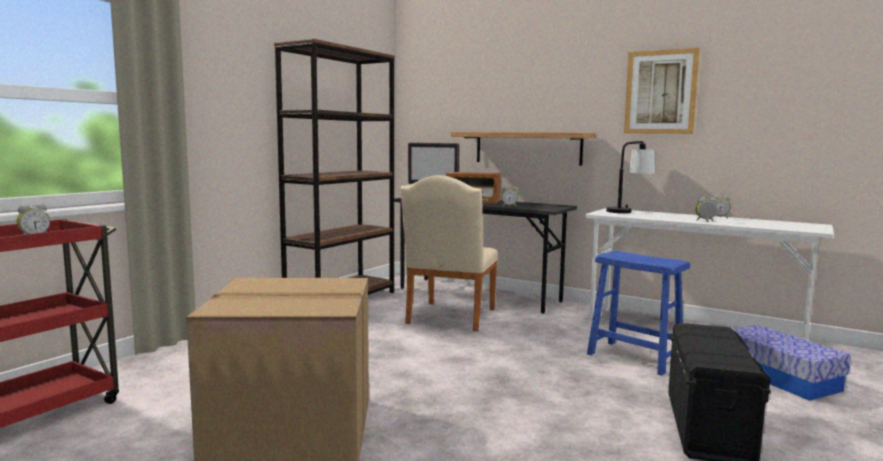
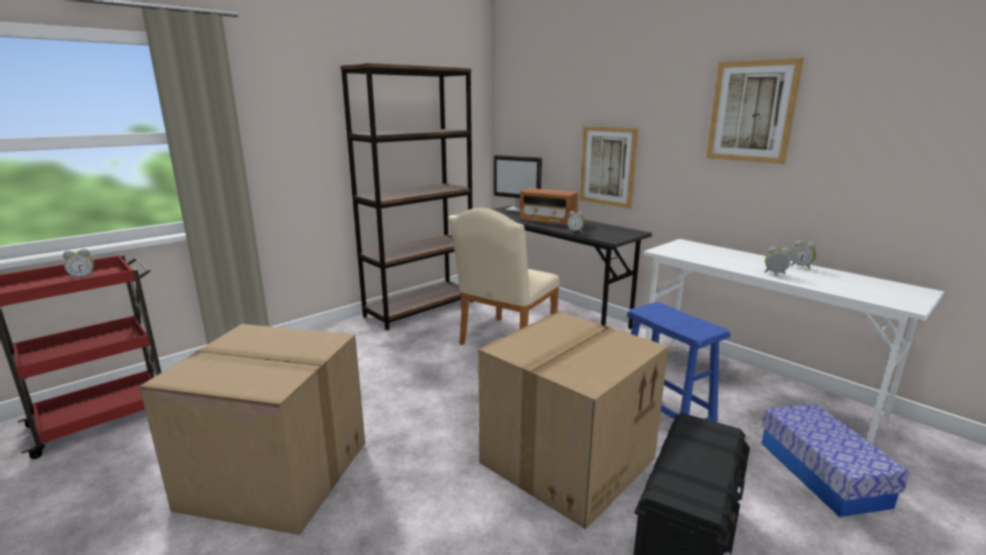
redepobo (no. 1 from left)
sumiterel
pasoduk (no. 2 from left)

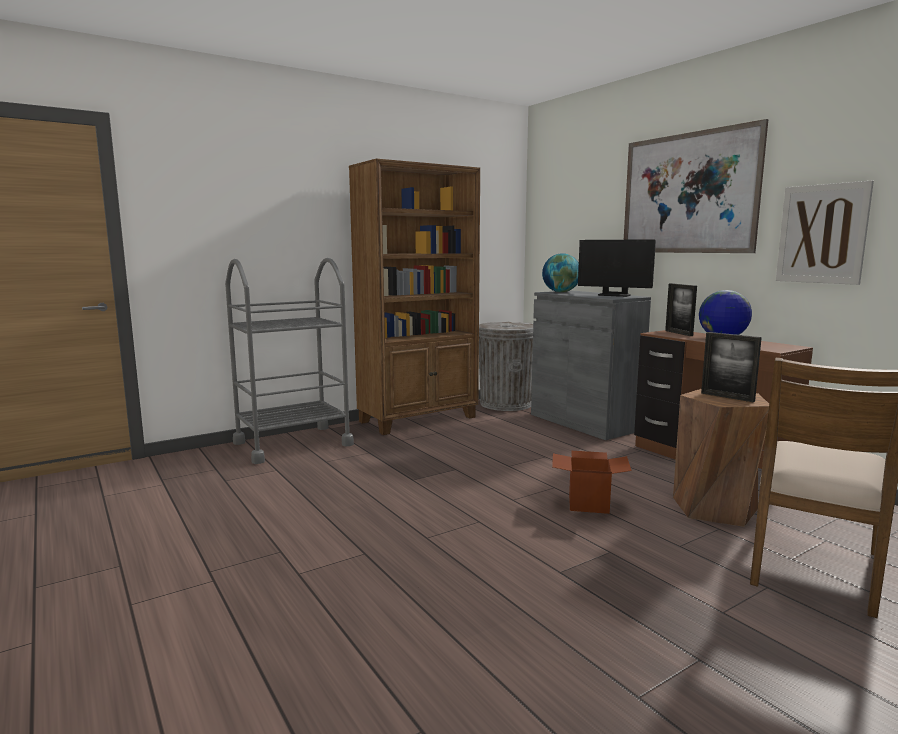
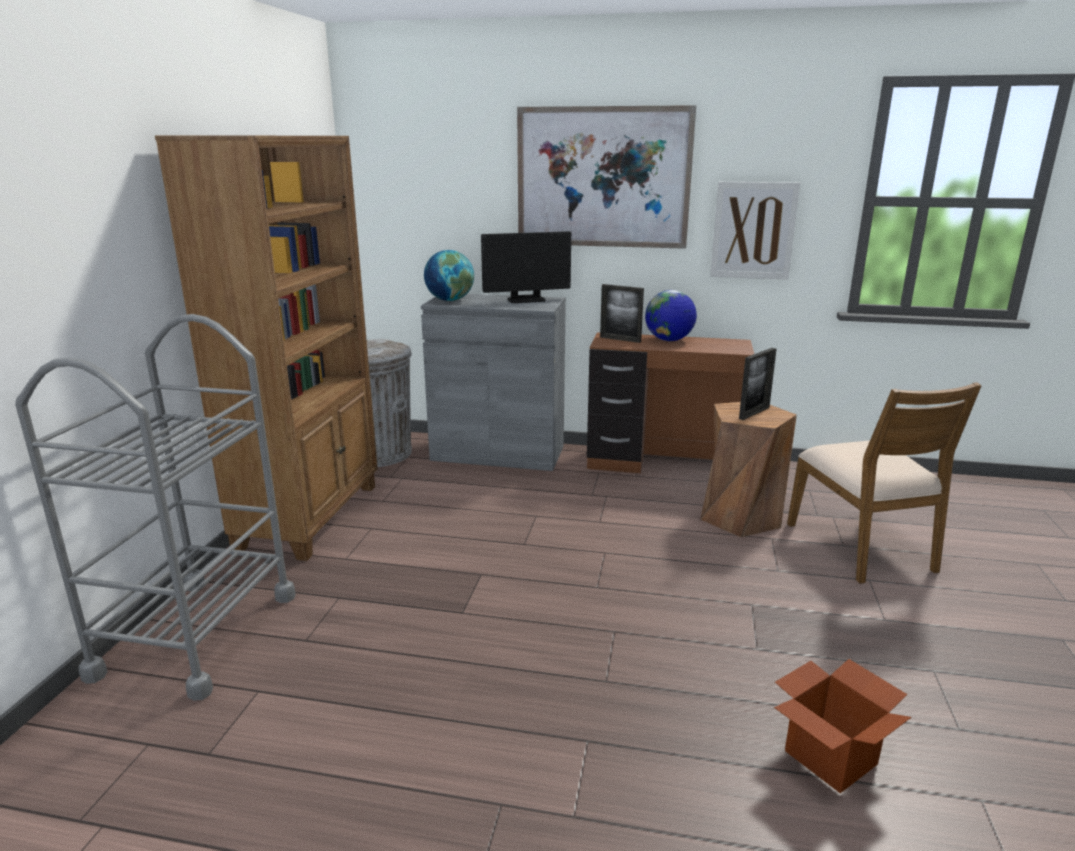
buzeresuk (no. 2 from left)
pasoduk

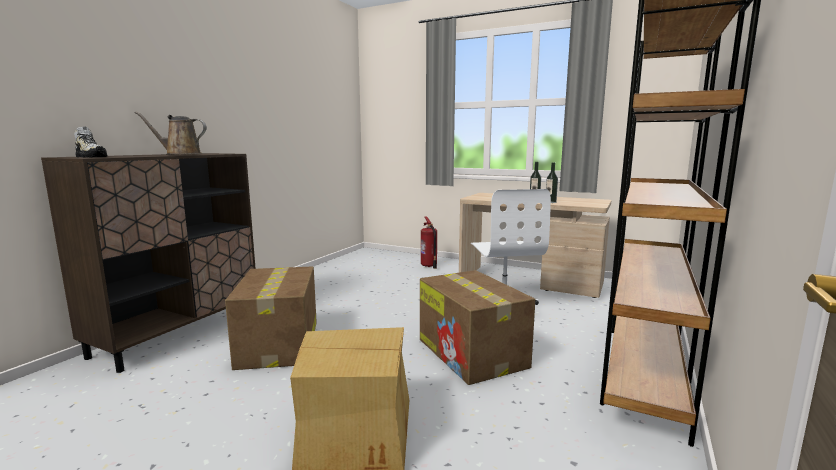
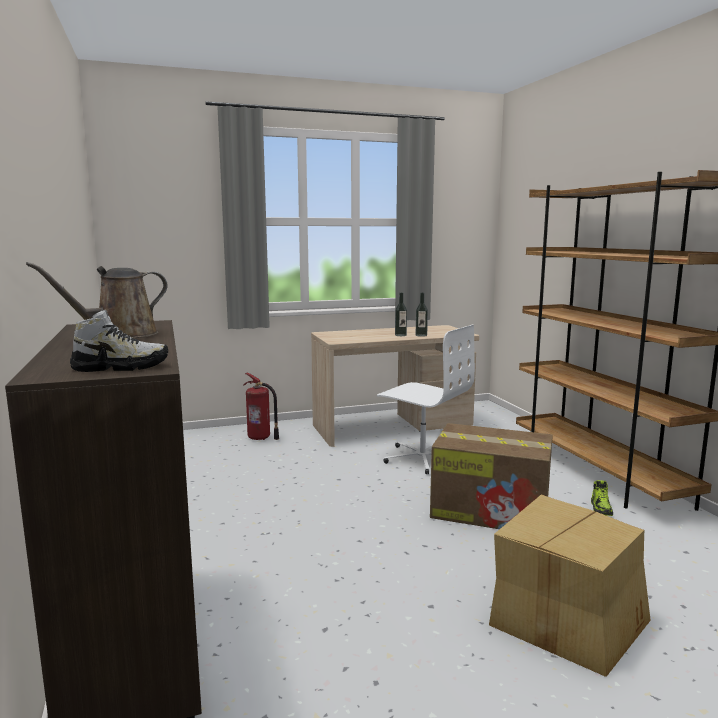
pasoduk (no. 1 from left in the first image)
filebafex (no. 2 from left)

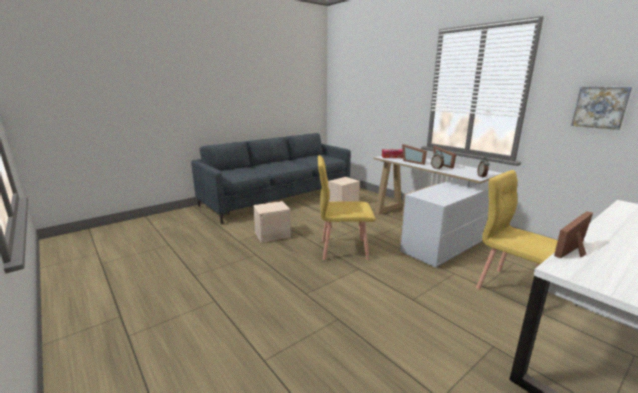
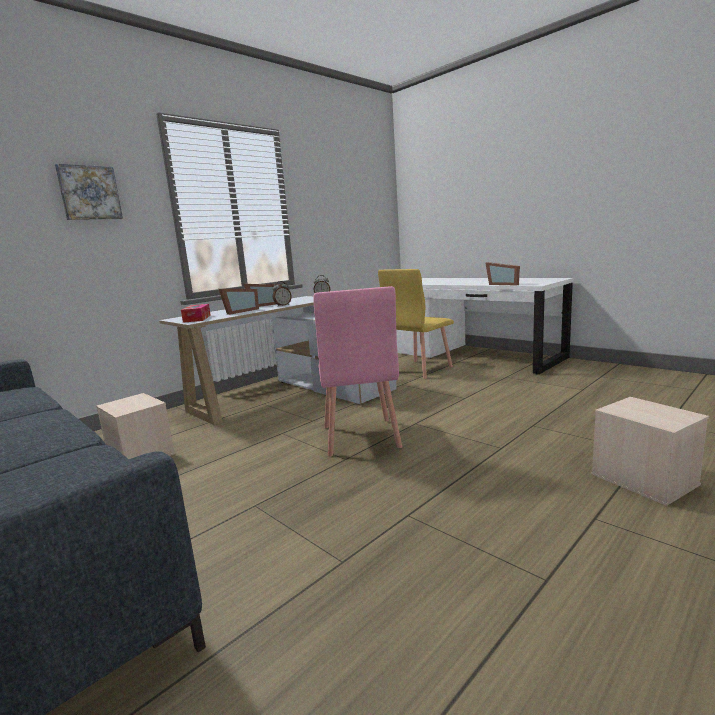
redepobo
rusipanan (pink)
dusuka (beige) (no. 2 from left)

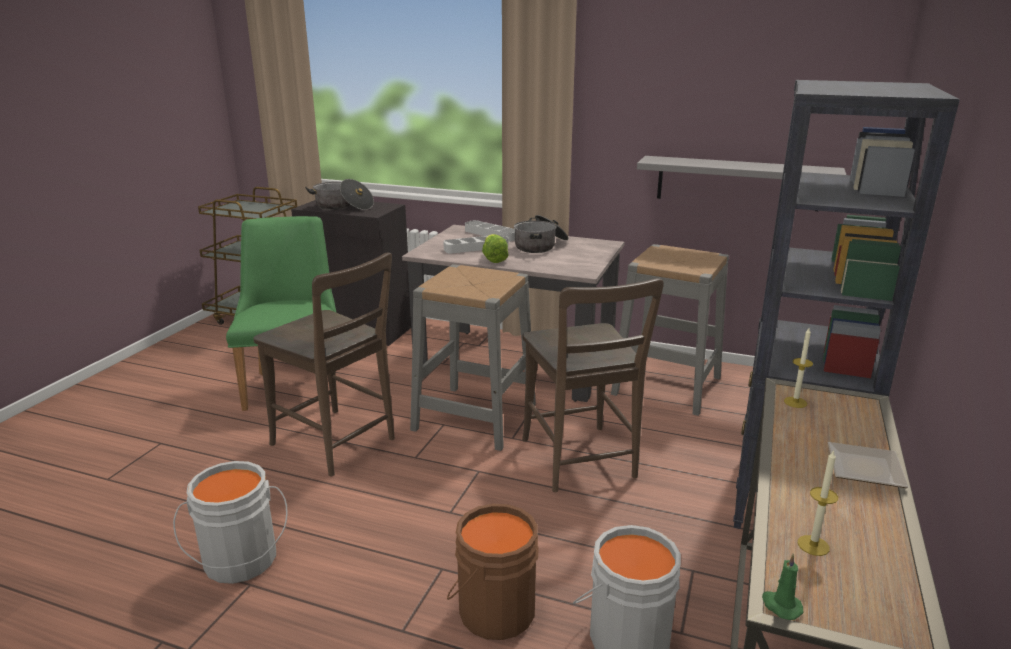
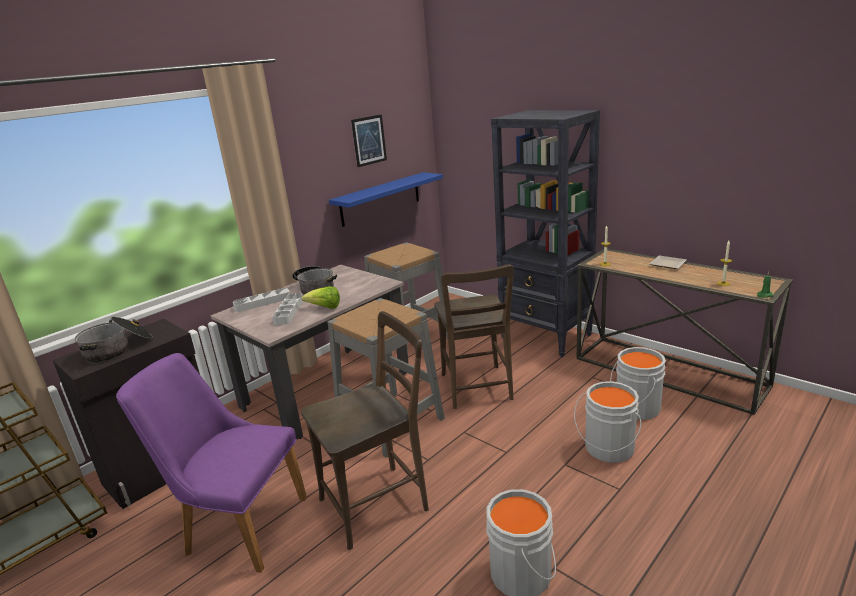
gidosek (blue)
rusipanan (purple)
rusipanan (brown) (no. 2 from left)
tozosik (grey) (no. 2 from left)
redepobo

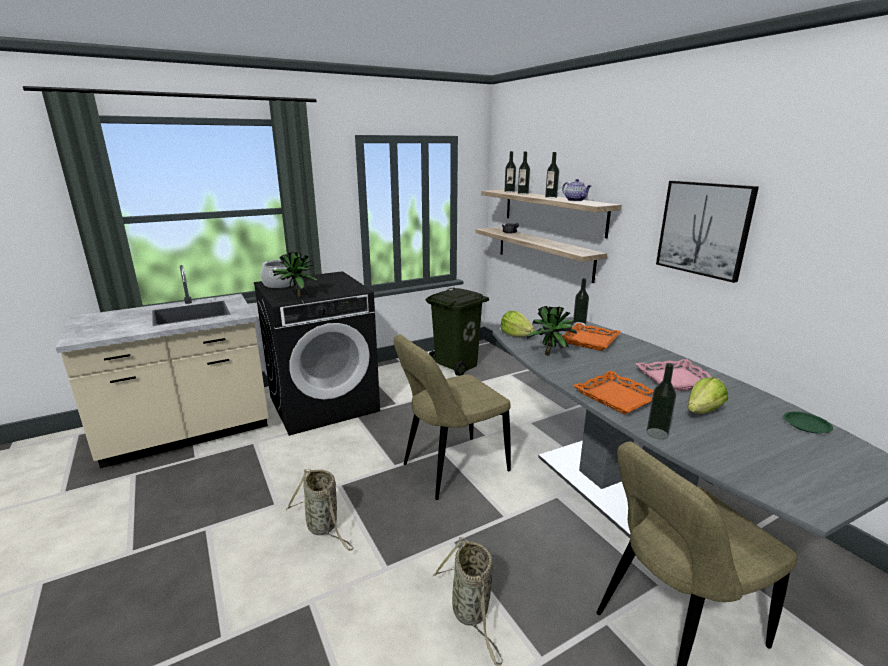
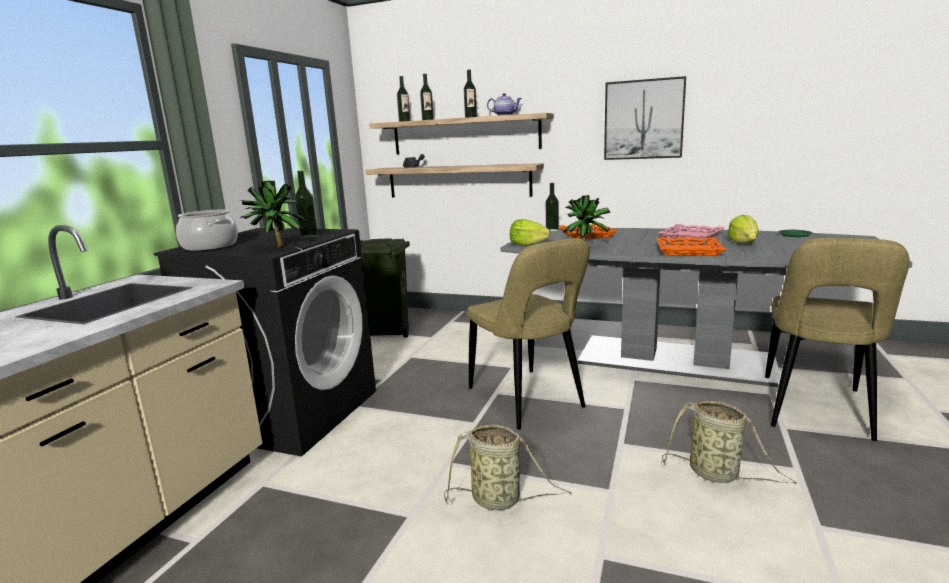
rusipanan (beige) (no. 1 from left)
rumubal (no. 1 from left)

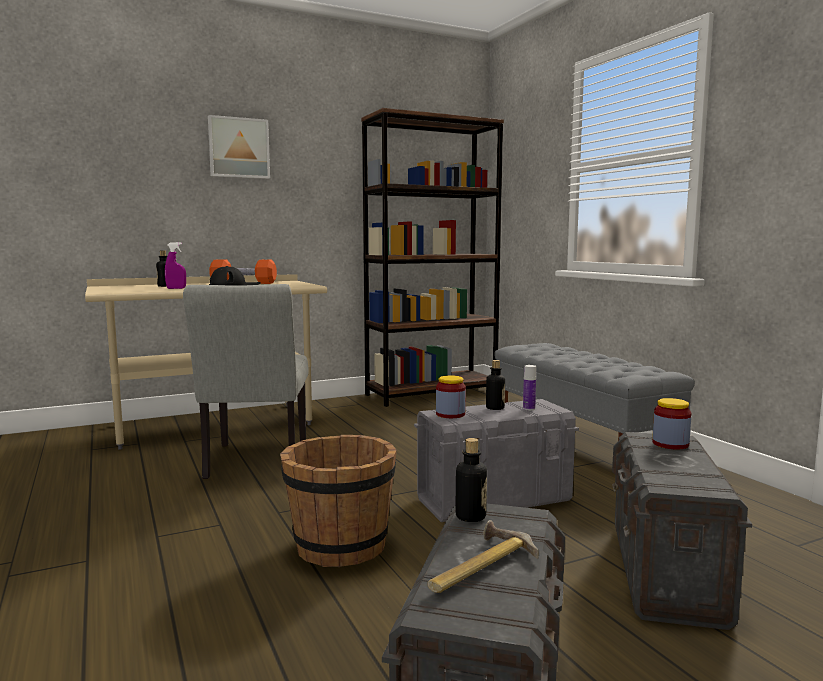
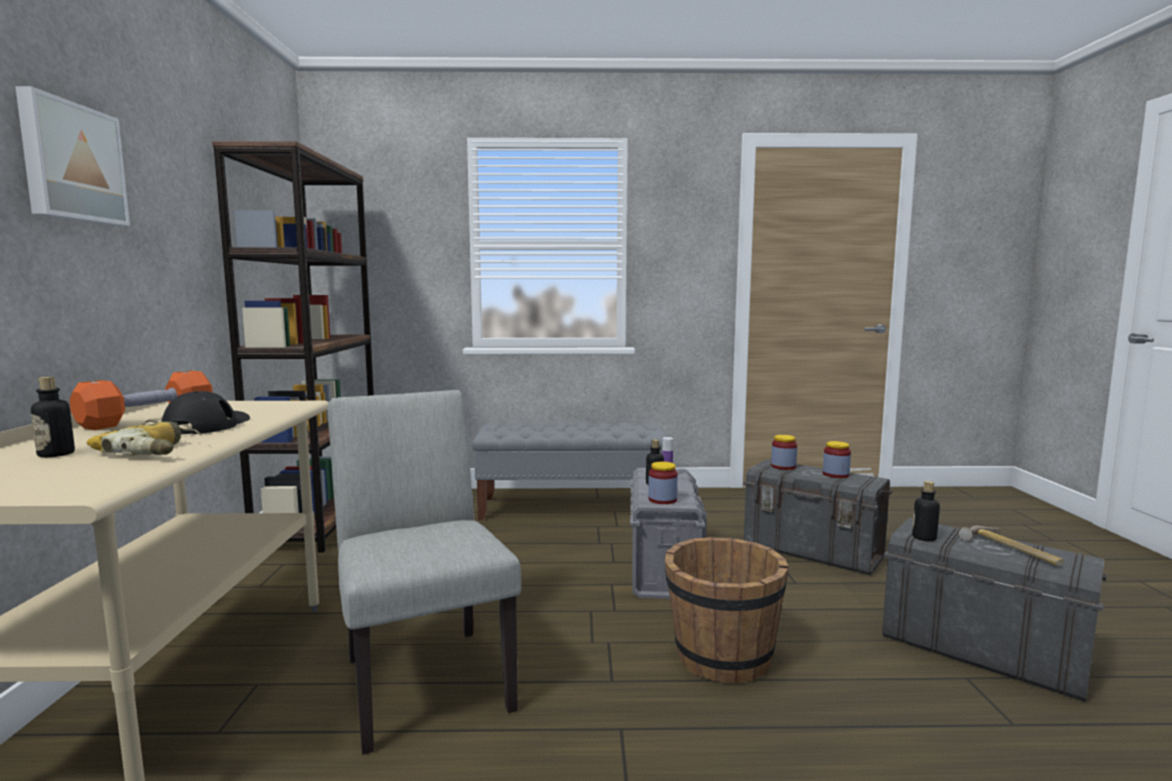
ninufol
rusipanan (grey)
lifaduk (no. 3 from left)

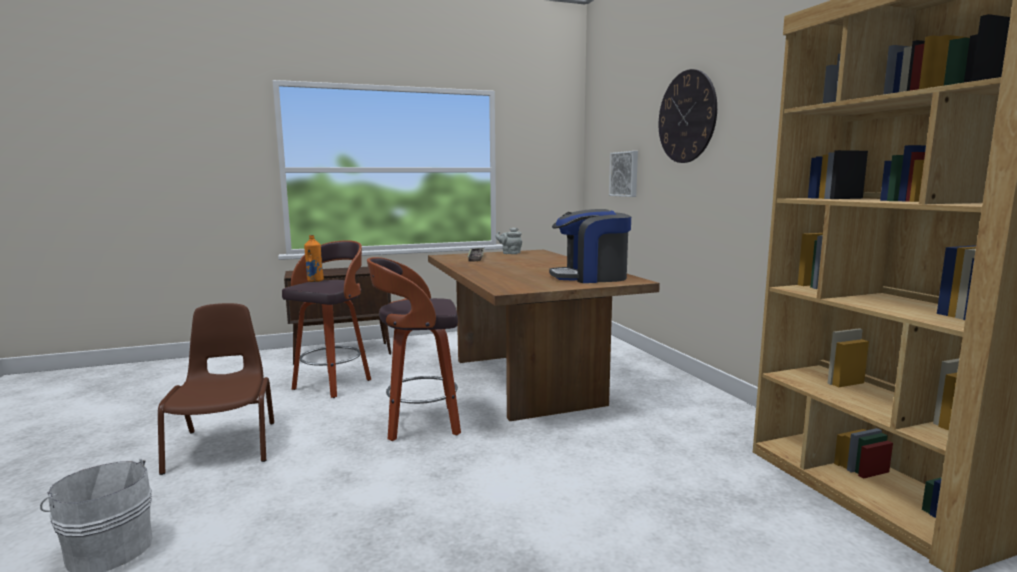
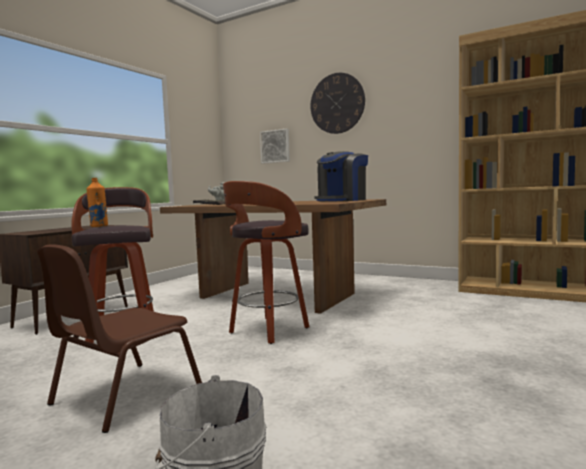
rusipanan (brown)

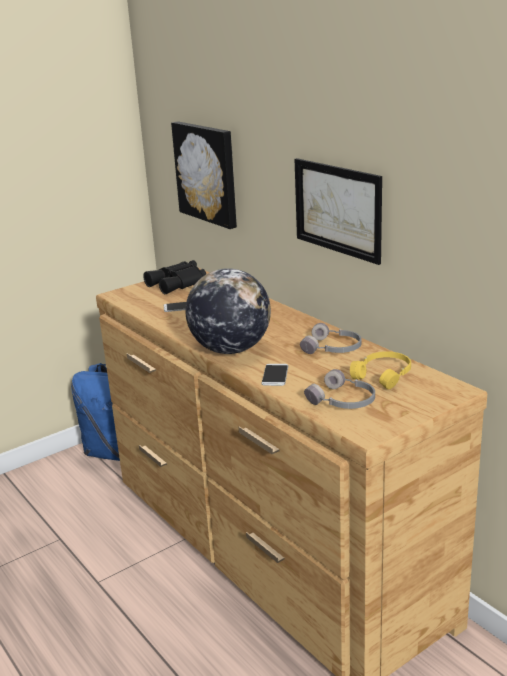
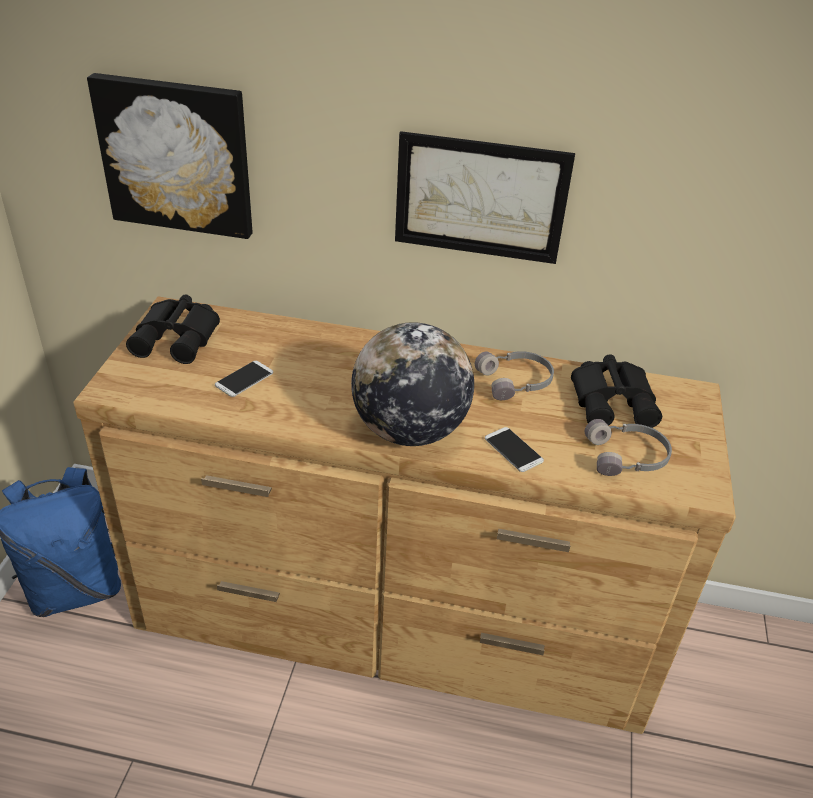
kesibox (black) (no. 2 from left)

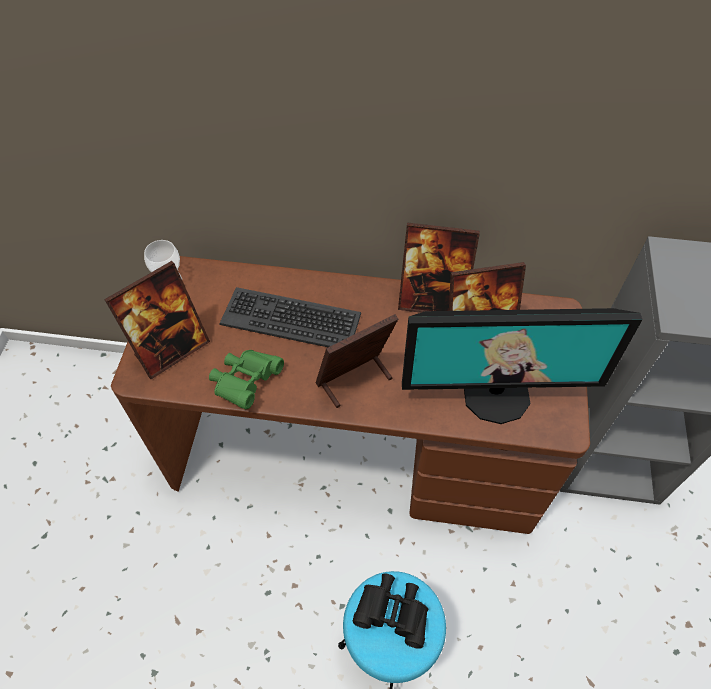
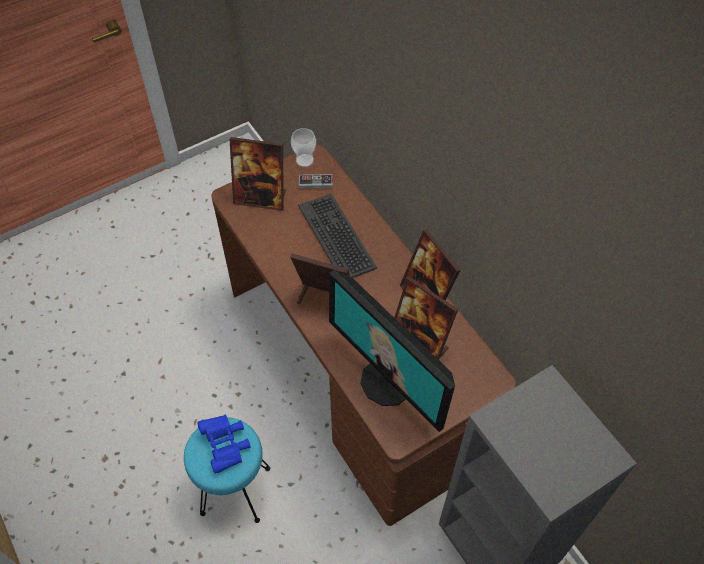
kesibox (green)
kesibox (blue)
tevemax

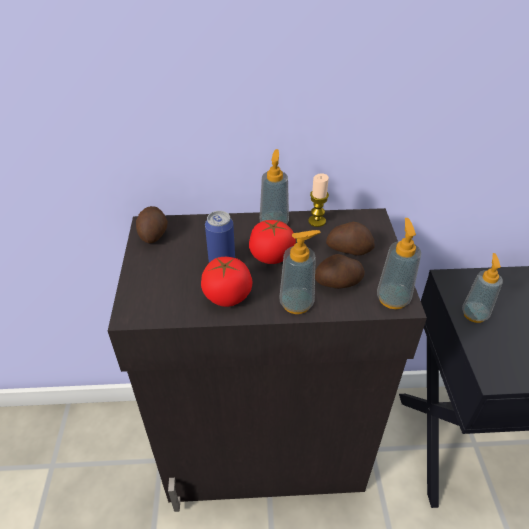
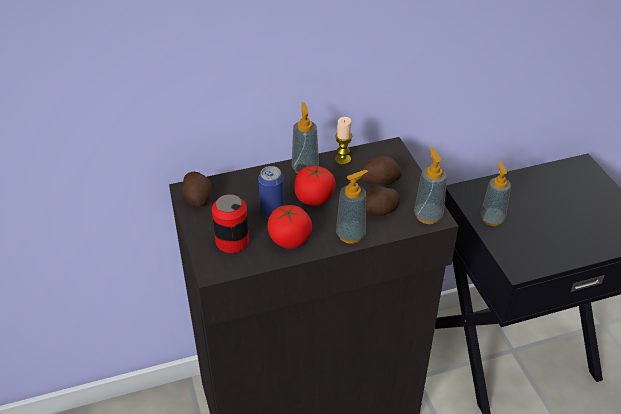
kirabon (no. 1 from left)

